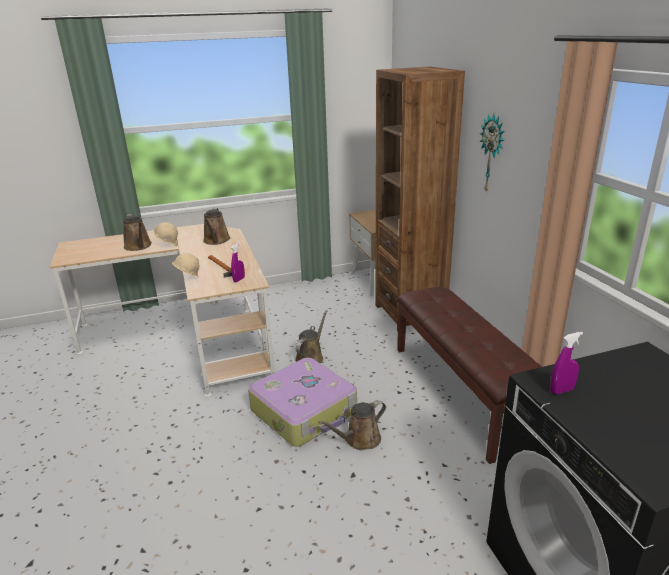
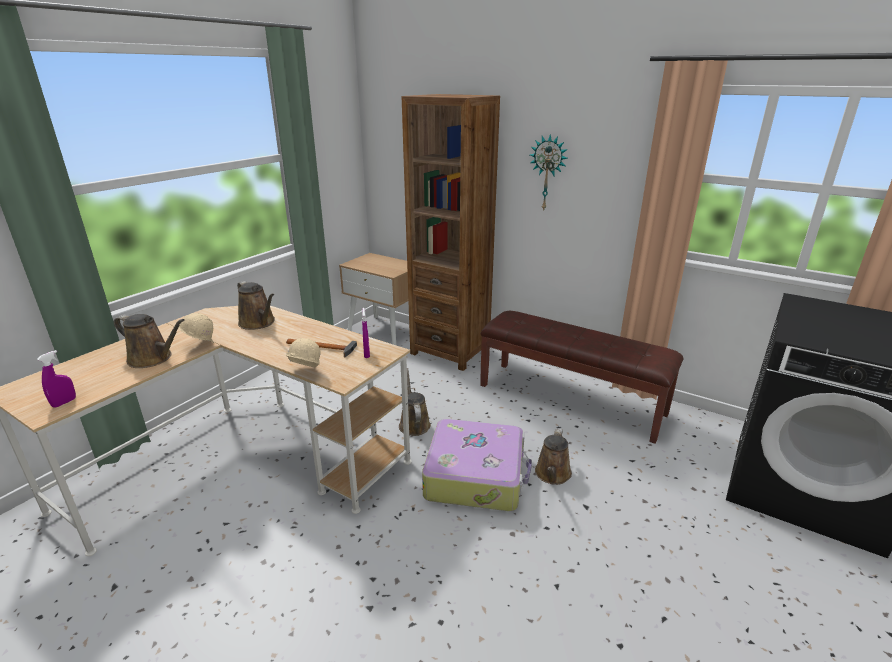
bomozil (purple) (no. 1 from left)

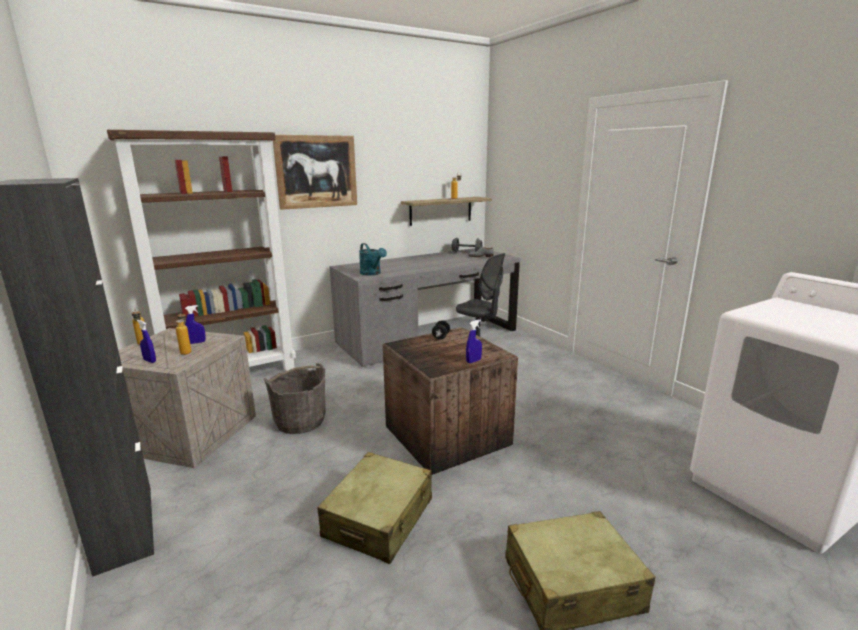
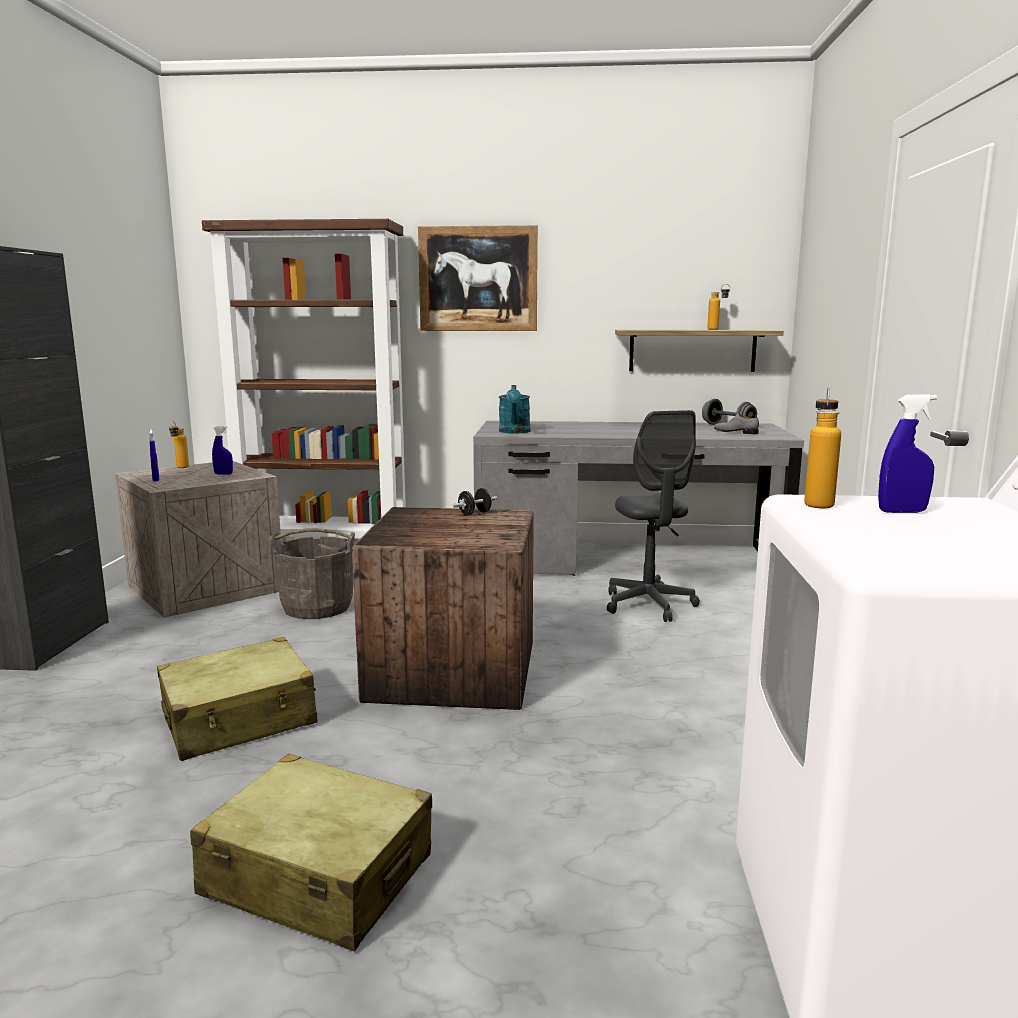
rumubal (no. 3 from left)
bomozil (blue) (no. 3 from left)

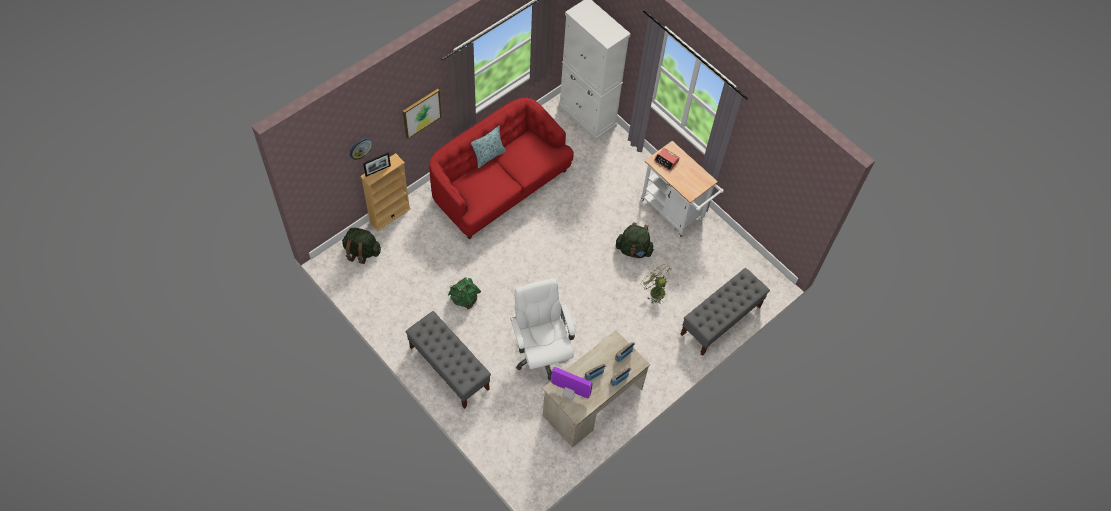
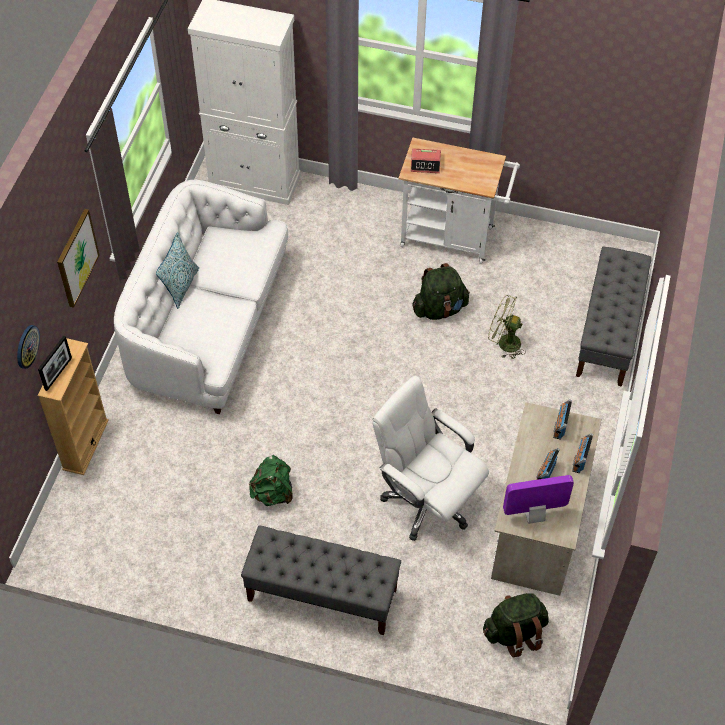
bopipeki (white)
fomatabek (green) (no. 3 from left)

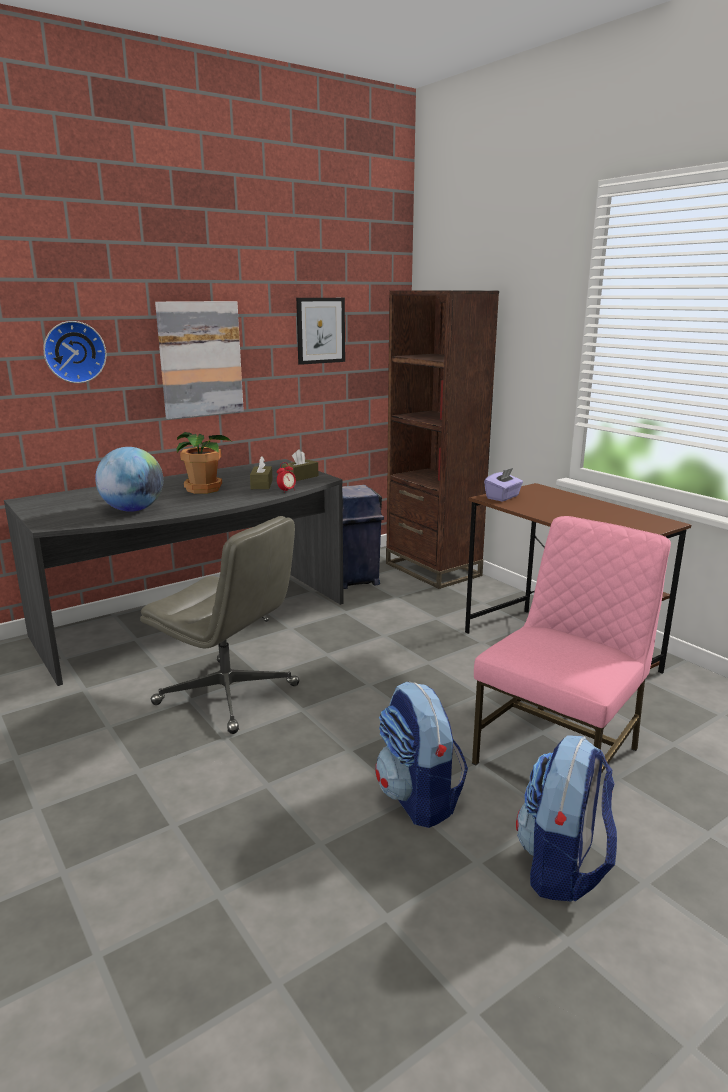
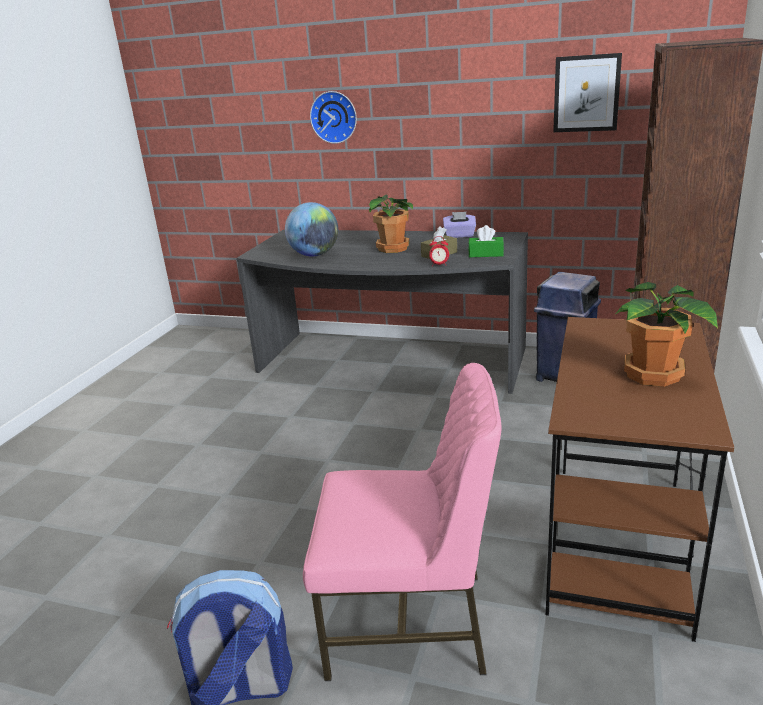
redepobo (no. 1 from left in the first image)
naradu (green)
naradu (purple)
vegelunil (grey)
fomatabek (no. 1 from left in the first image)
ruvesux (no. 2 from left)

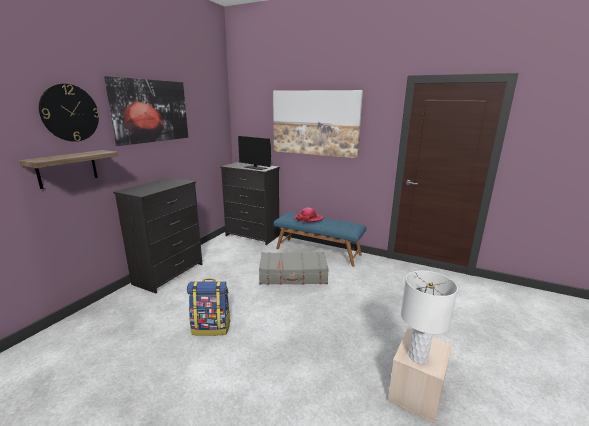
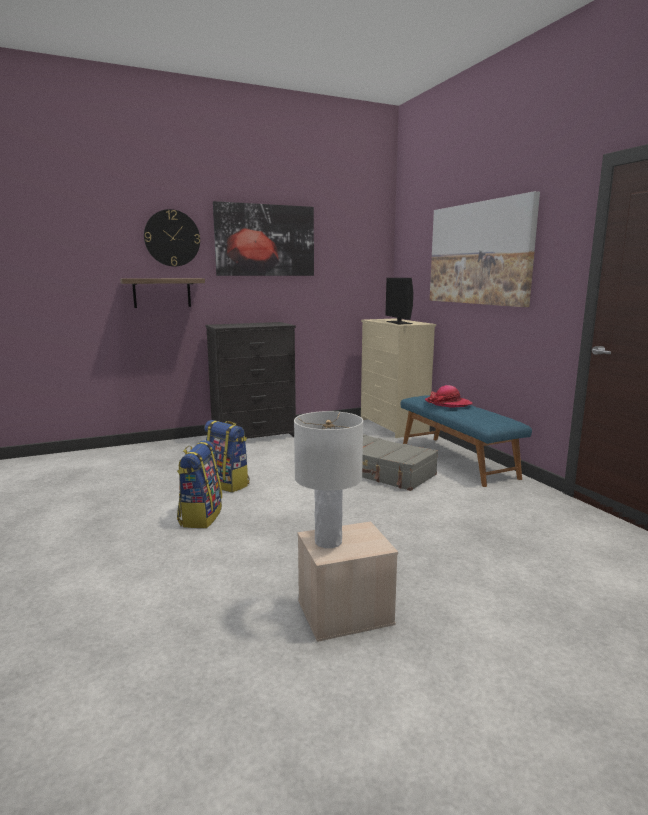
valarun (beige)
fomatabek (no. 1 from left)

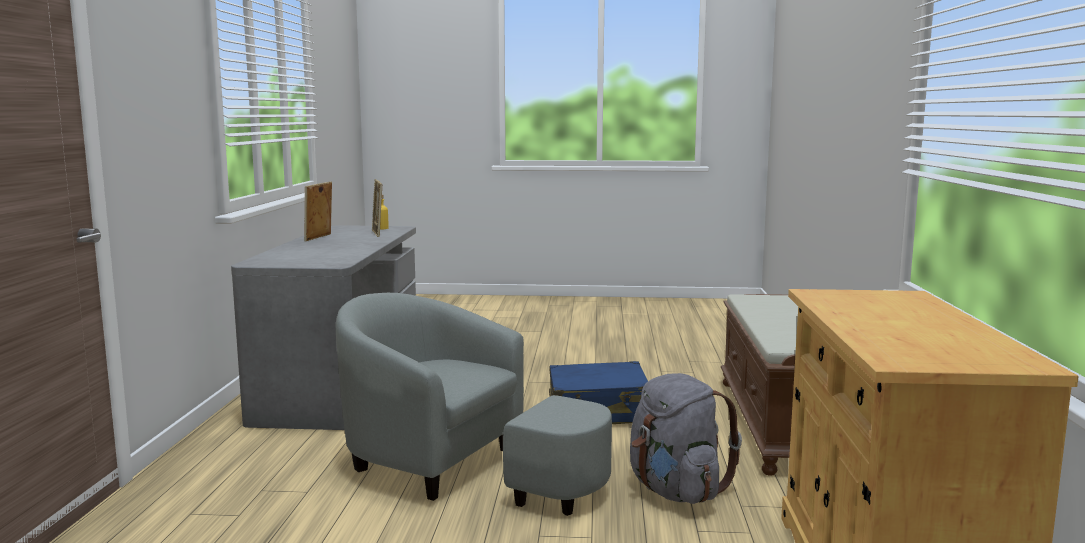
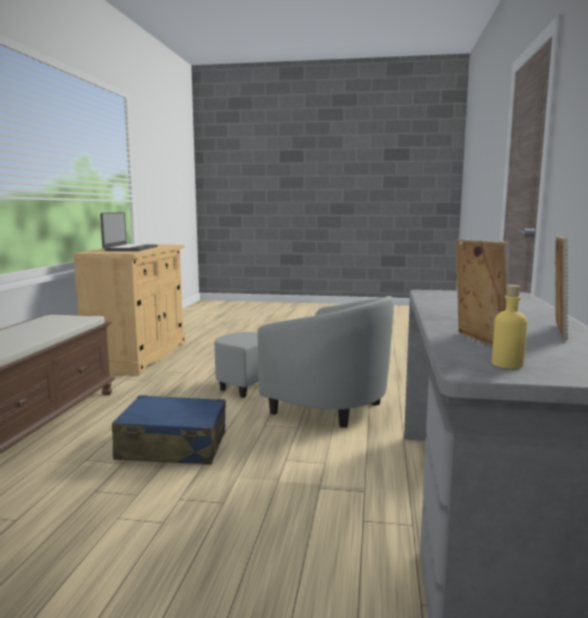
fomatabek (grey)
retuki

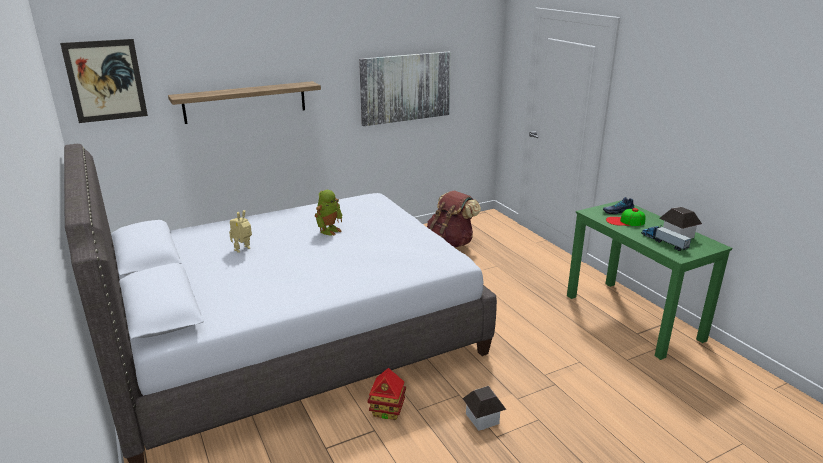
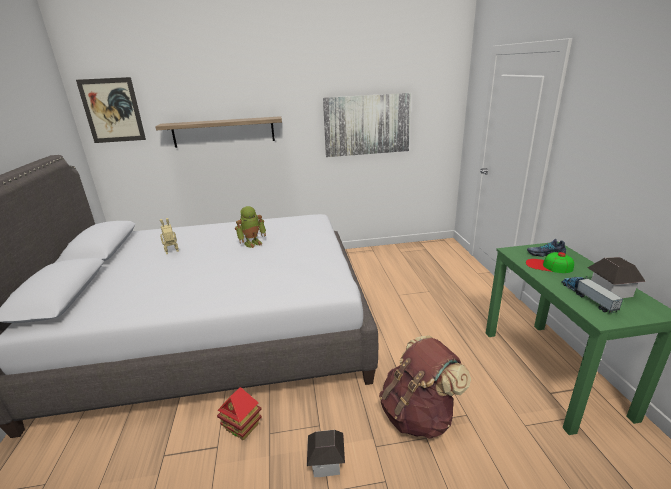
fomatabek (brown)

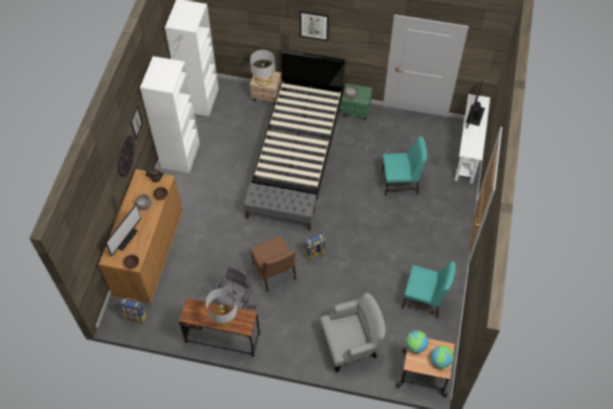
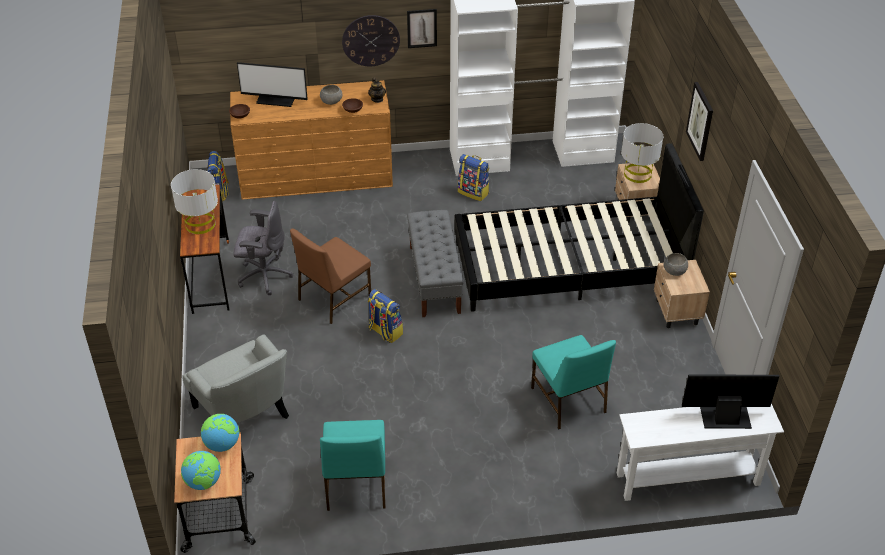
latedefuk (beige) (no. 2 from left)
fomatabek (no. 3 from left)

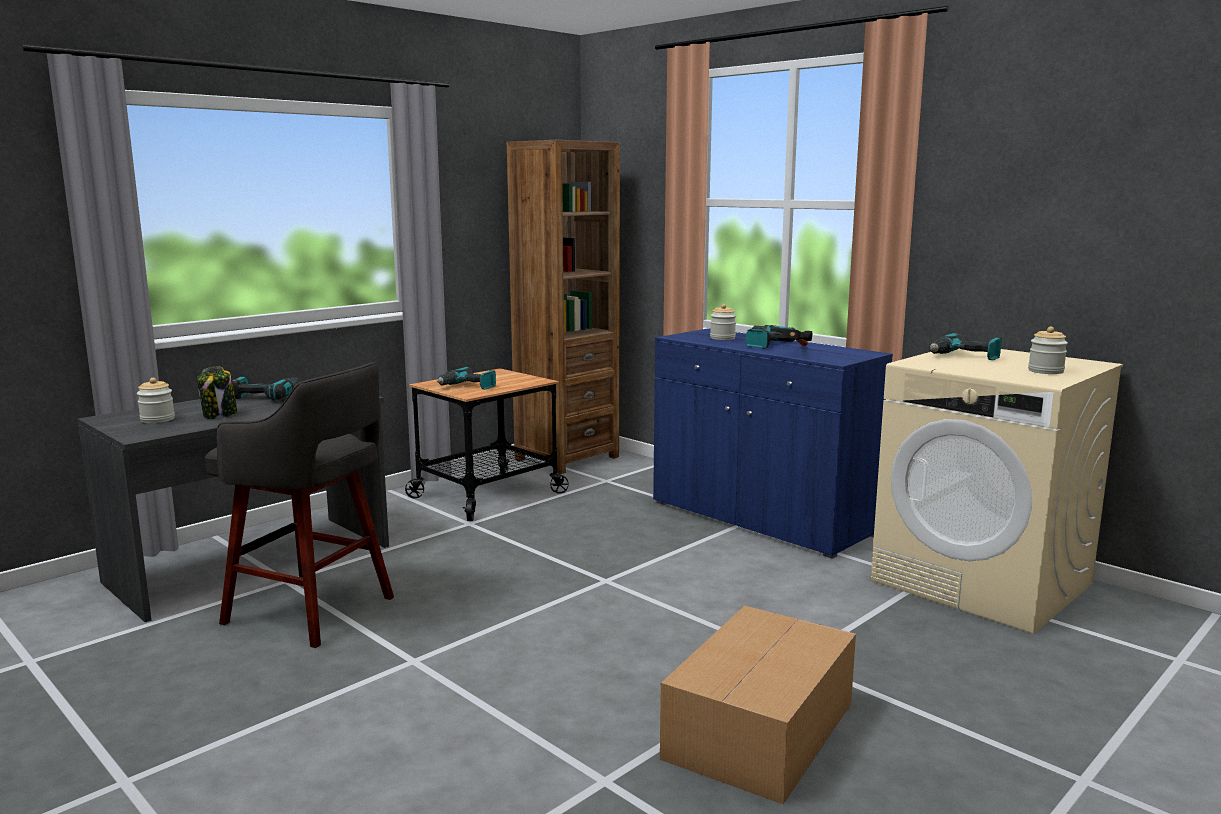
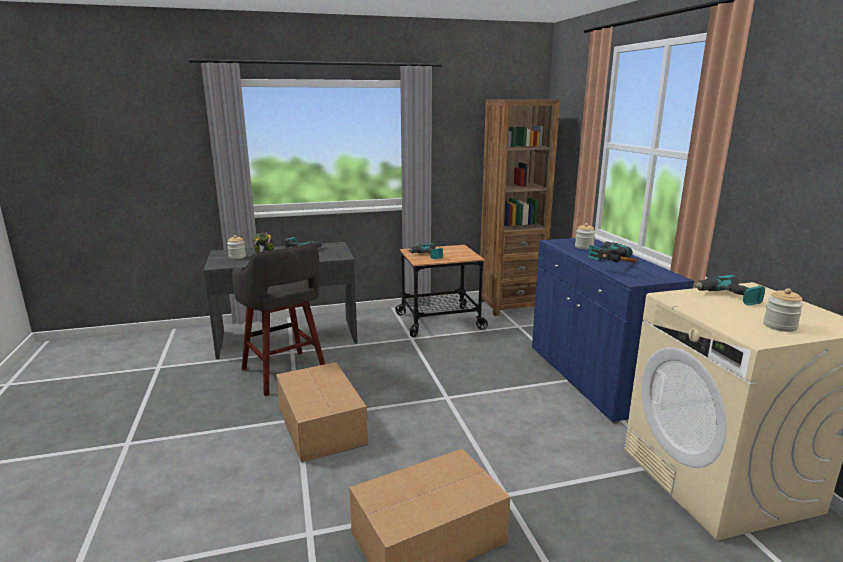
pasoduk (no. 1 from left)

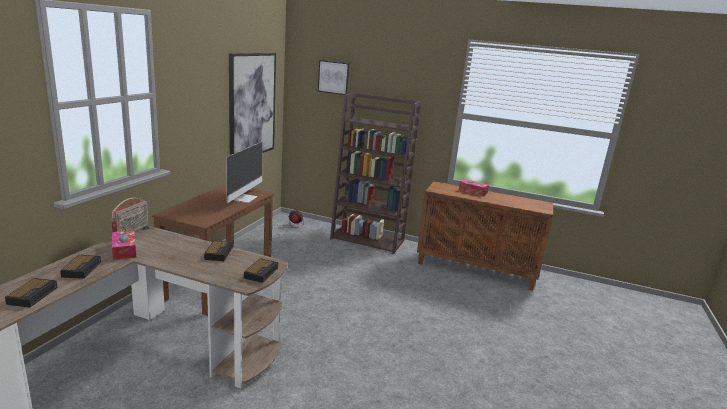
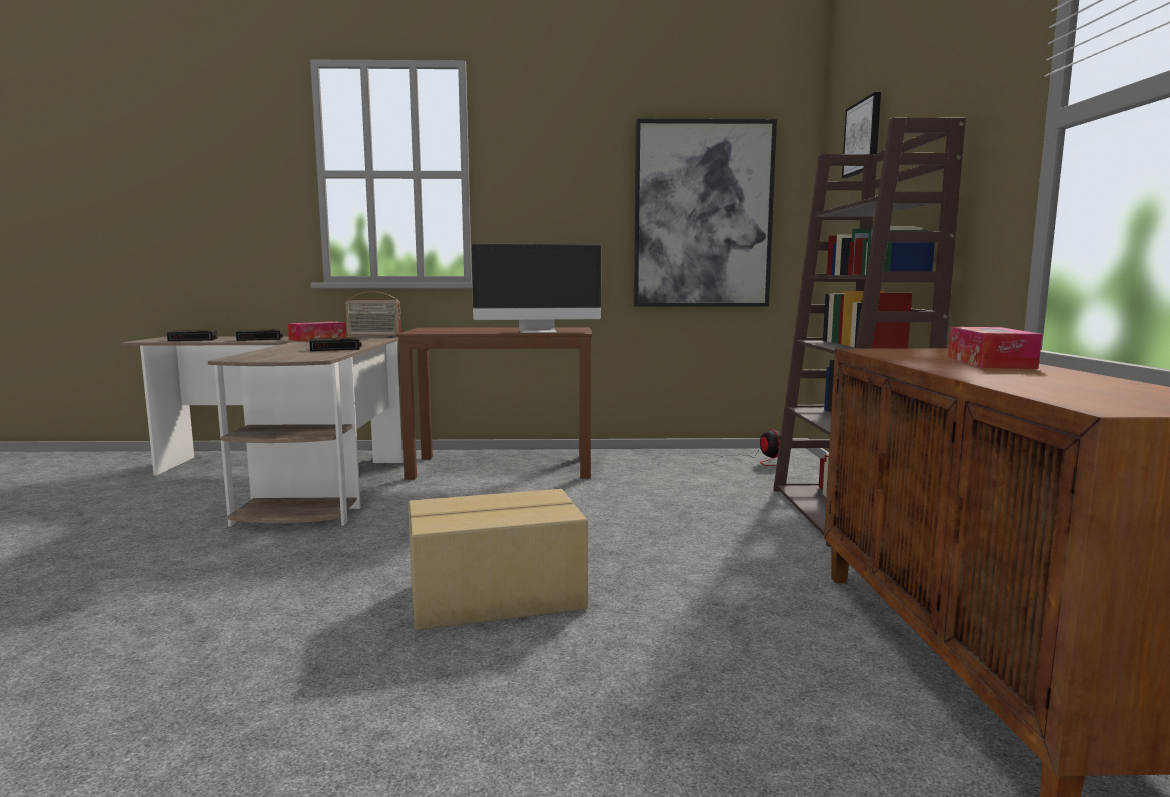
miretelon (no. 4 from left in the first image)
pasoduk

